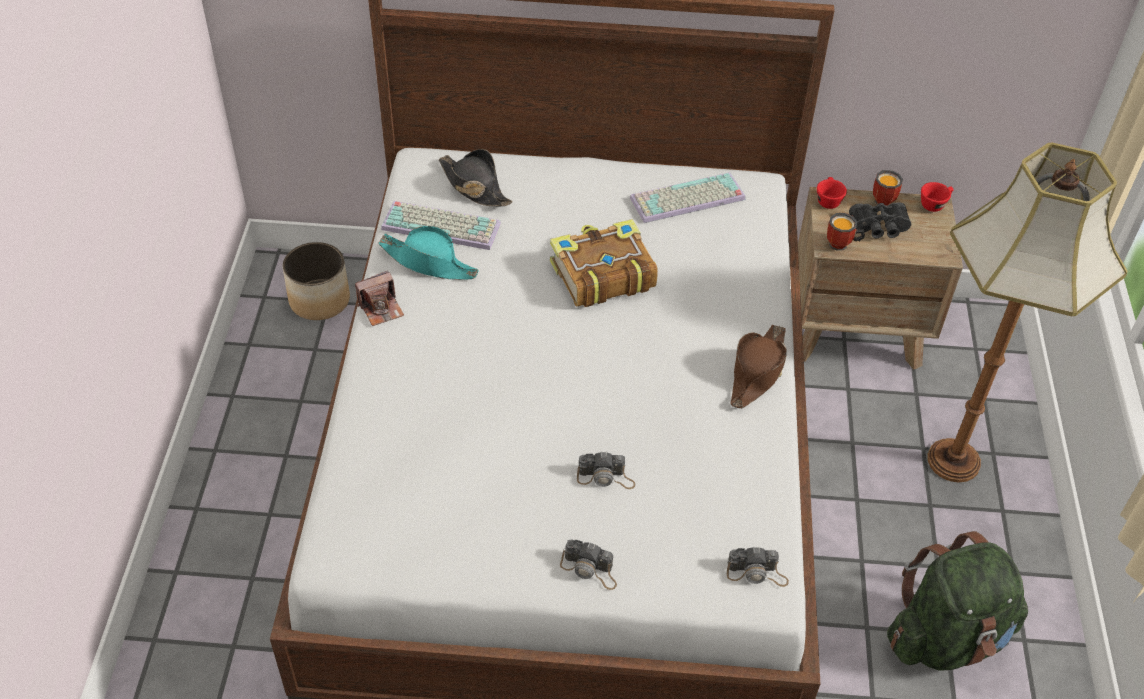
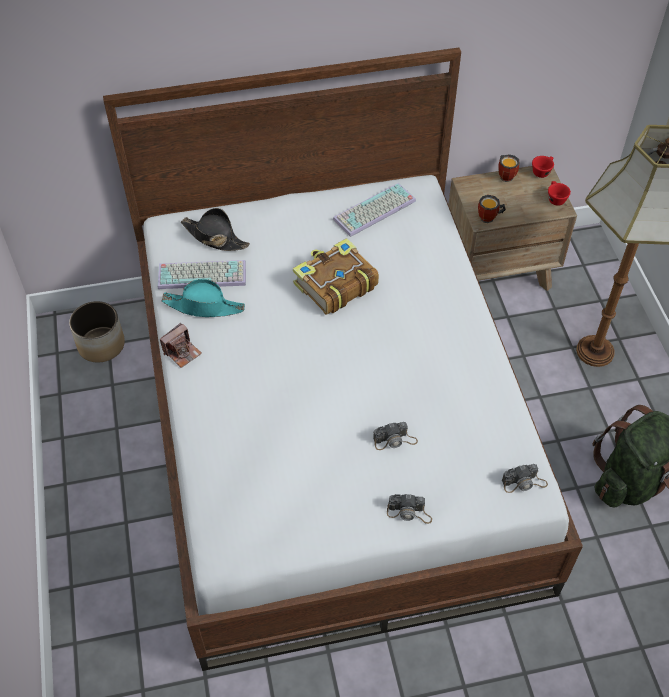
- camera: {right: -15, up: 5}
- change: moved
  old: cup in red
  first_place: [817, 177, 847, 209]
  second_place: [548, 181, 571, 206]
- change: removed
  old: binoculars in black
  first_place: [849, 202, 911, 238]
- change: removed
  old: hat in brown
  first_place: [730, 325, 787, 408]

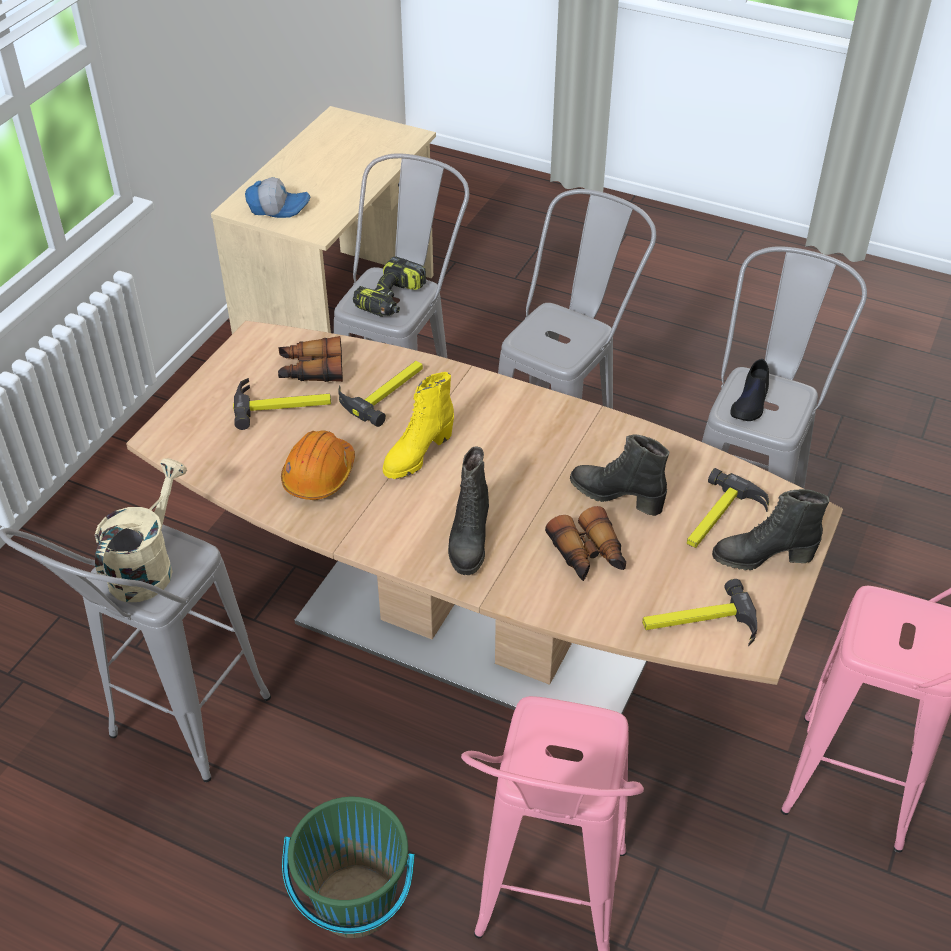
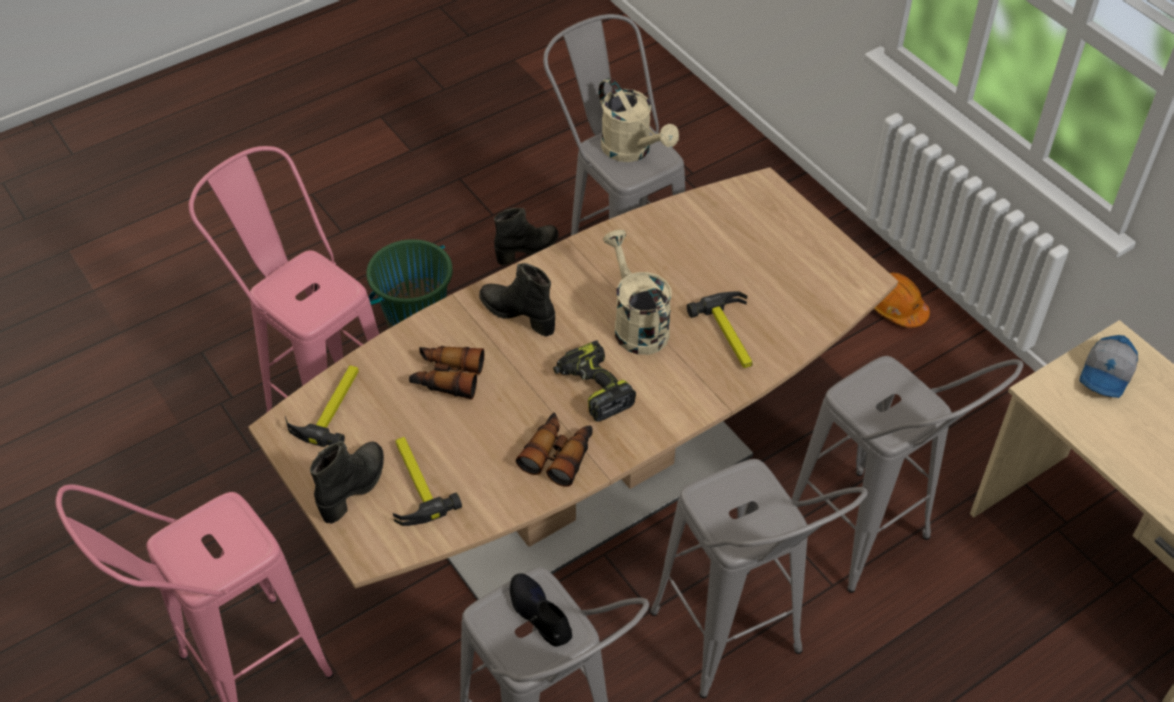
- camera: {right: 120, up: 5}
- change: moved
  old: power drill
  first_place: [353, 256, 426, 317]
  second_place: [553, 341, 636, 422]
- change: moved
  old: binoculars
  first_place: [278, 336, 343, 382]
  second_place: [516, 412, 593, 487]
- change: replaced
  old: boot in yellow
  new: watering can in beige
  first_place: [383, 372, 454, 479]
  second_place: [603, 229, 672, 355]
- change: removed
  old: hammer
  first_place: [233, 378, 331, 430]
- change: moved
  old: hard hat in orange
  first_place: [281, 430, 355, 500]
  second_place: [874, 273, 930, 328]
- change: moved
  old: boot in black
  first_place: [570, 434, 669, 516]
  second_place: [494, 208, 559, 265]

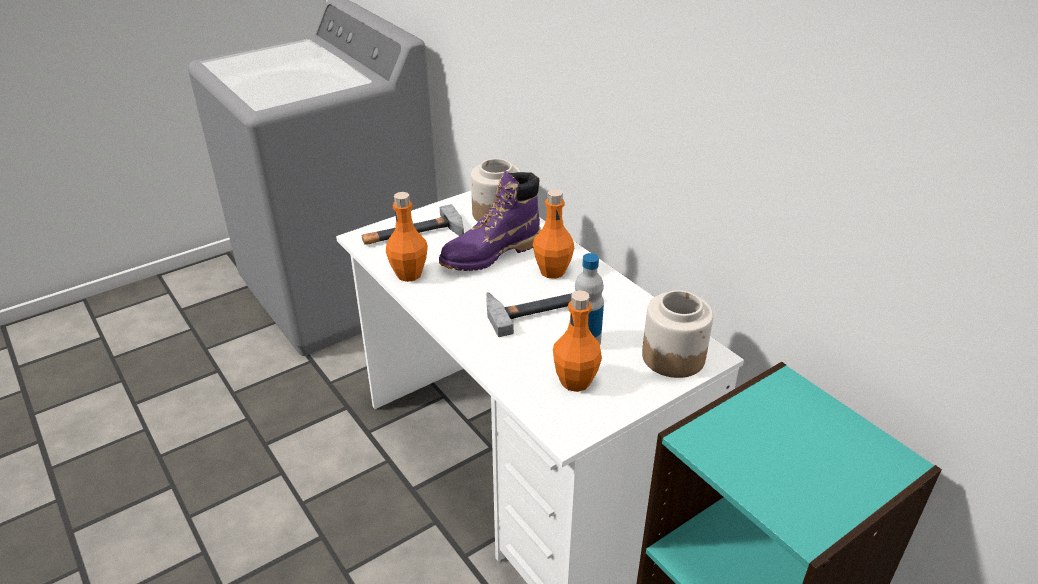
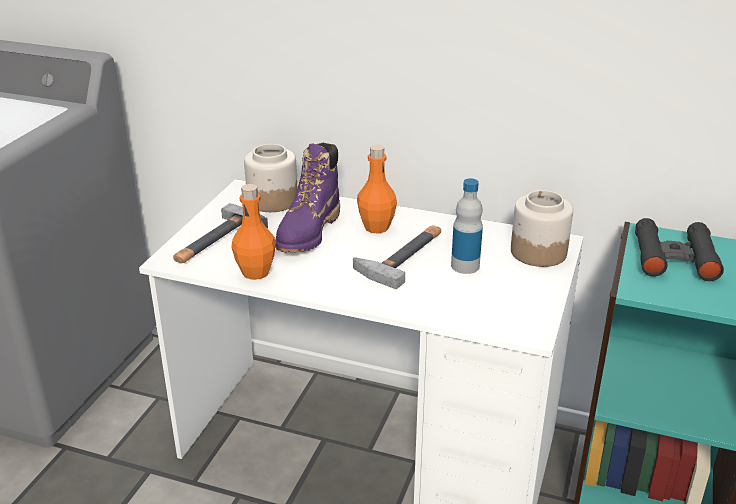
- camera: {right: -35, up: -5}
- change: removed
  old: bottle in orange
  first_place: [553, 290, 602, 392]
- change: added
  new: binoculars in black
  second_place: [635, 218, 724, 281]

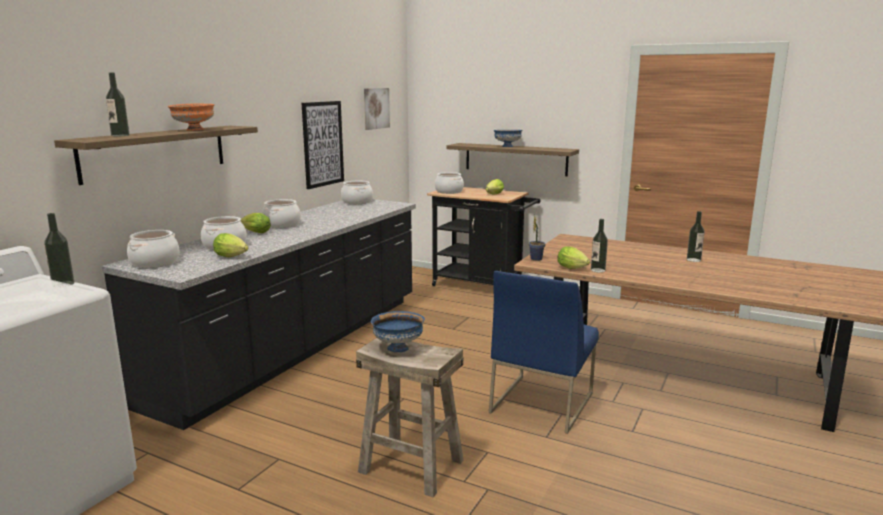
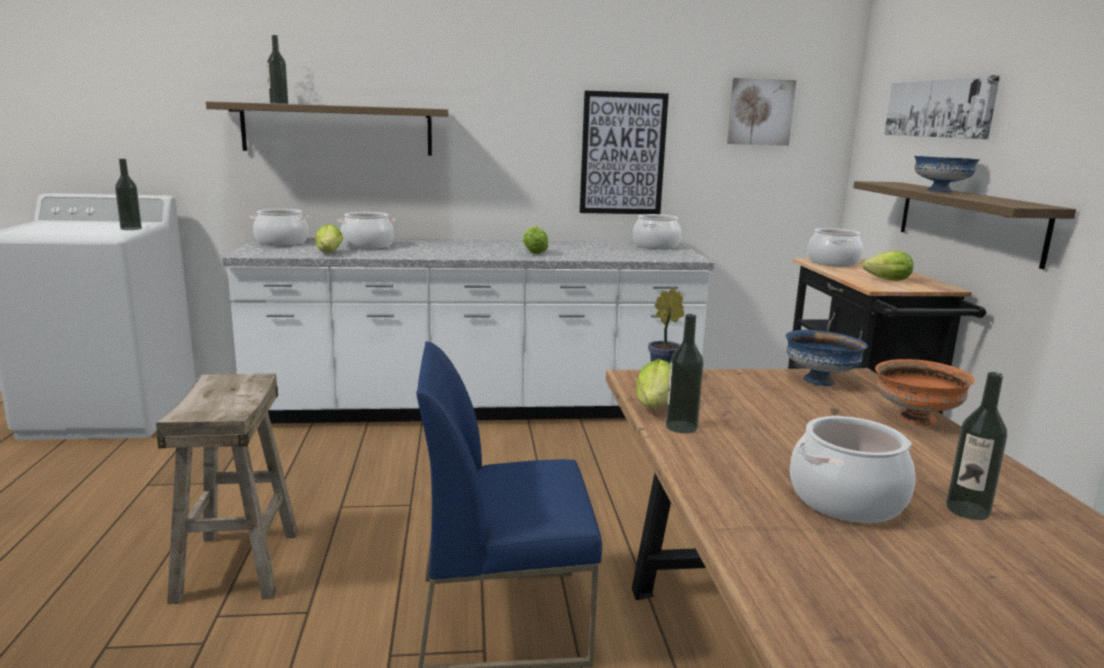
- camera: {right: 55, up: 0}
- change: moved
  old: bowl in orange
  first_place: [168, 104, 215, 131]
  second_place: [875, 359, 975, 425]
- change: recoloured
  old: counter in black
  new: counter in white
  first_place: [102, 199, 416, 430]
  second_place: [223, 237, 714, 423]
- change: moved
  old: cooking pot
  first_place: [262, 199, 301, 228]
  second_place: [790, 416, 916, 523]
- change: moved
  old: lettuce
  first_place: [241, 213, 271, 233]
  second_place: [523, 226, 549, 254]
- change: moved
  old: bowl in blue
  first_place: [371, 311, 425, 352]
  second_place: [785, 330, 868, 386]
- change: added
  new: picture
  second_place: [884, 75, 1000, 139]

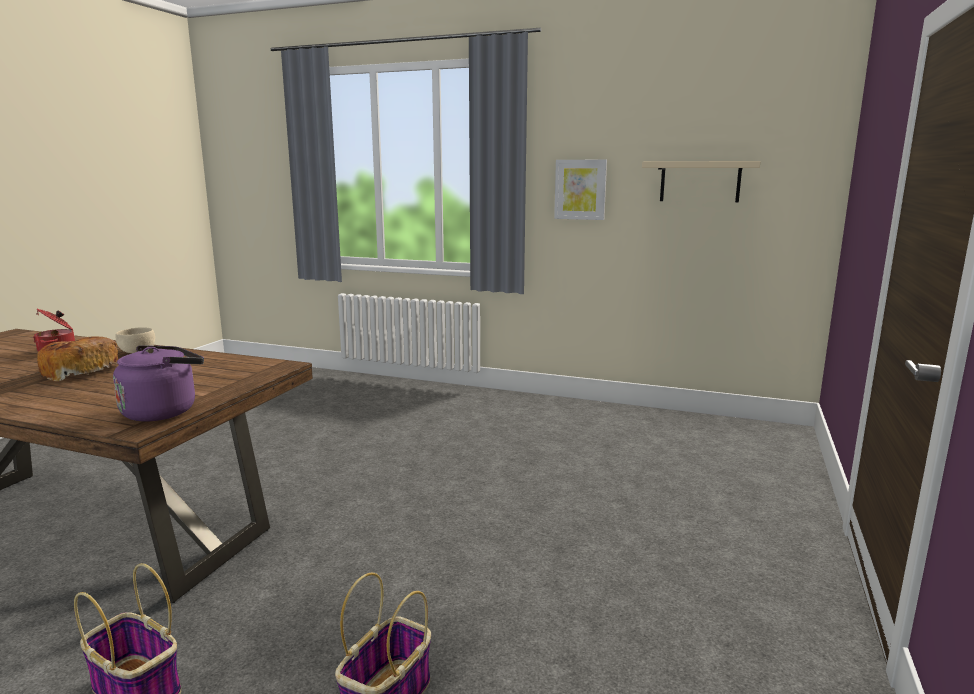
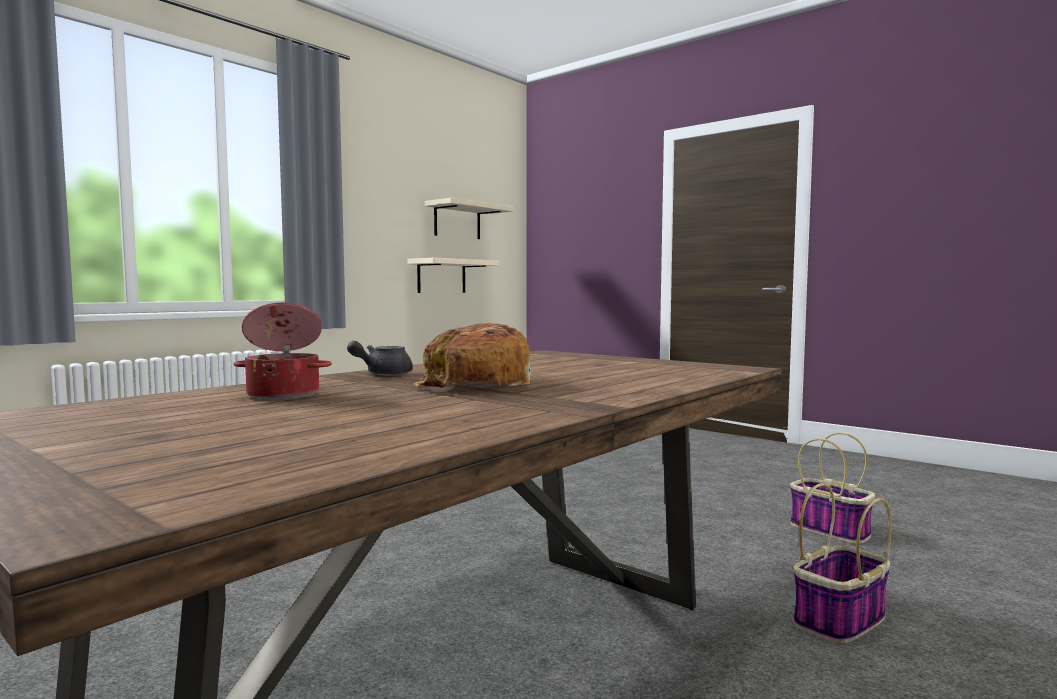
- camera: {right: -70, up: -10}
- change: removed
  old: picture
  first_place: [554, 160, 607, 220]
- change: replaced
  old: bowl in beige
  new: teapot in grey
  first_place: [116, 327, 155, 353]
  second_place: [347, 341, 413, 375]
- change: removed
  old: kettle in purple
  first_place: [113, 345, 204, 421]
- change: added
  new: shelf in beige
  second_place: [407, 258, 499, 293]

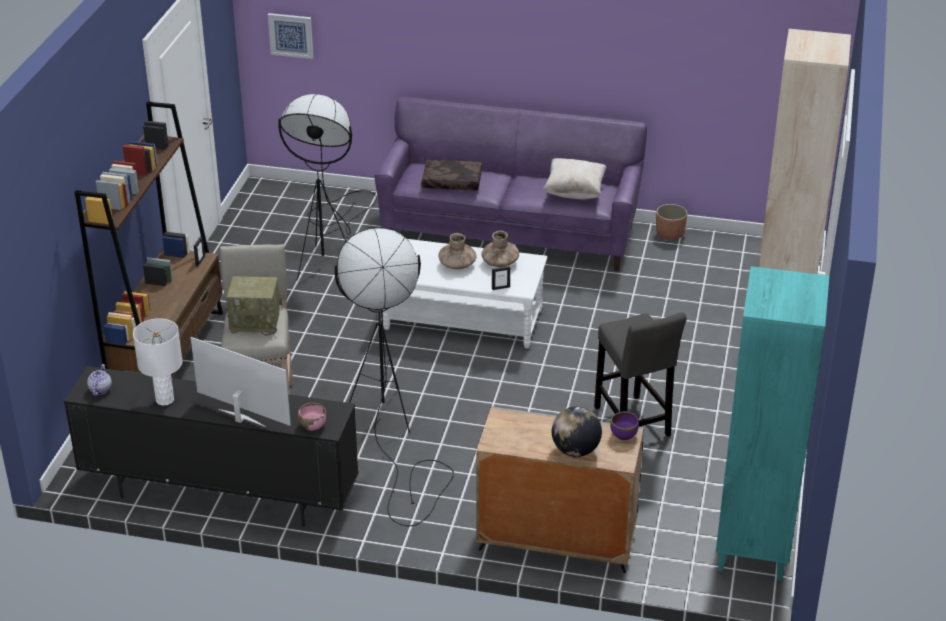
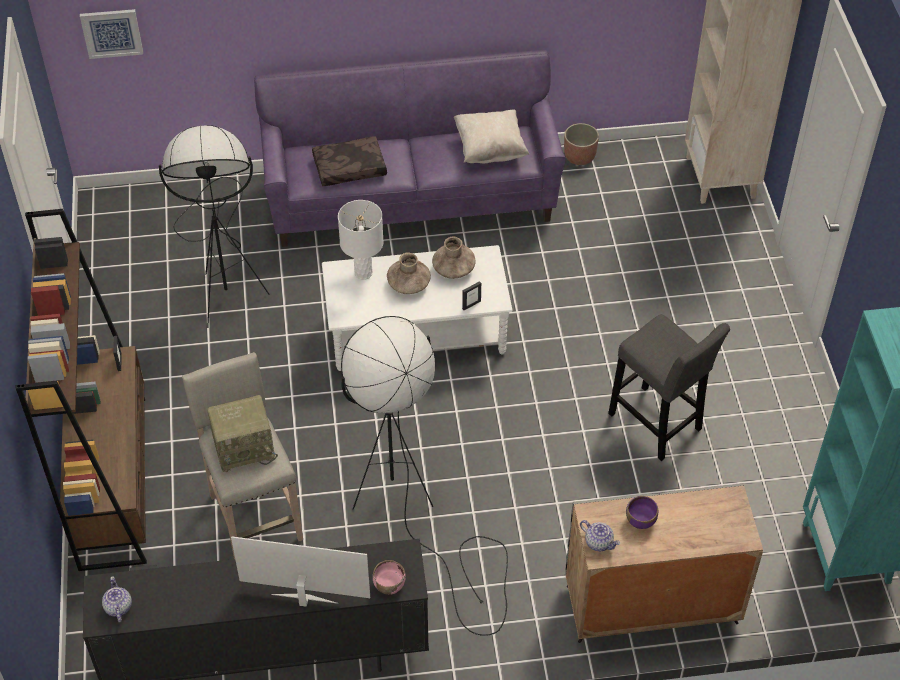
- camera: {right: -20, up: 15}
- change: moved
  old: table lamp in white
  first_place: [133, 318, 183, 406]
  second_place: [338, 200, 384, 280]
- change: removed
  old: globe
  first_place: [552, 406, 602, 457]
- change: moved
  old: bowl in purple
  first_place: [610, 412, 639, 440]
  second_place: [626, 496, 658, 529]
- change: added
  new: teapot
  second_place: [580, 520, 620, 552]

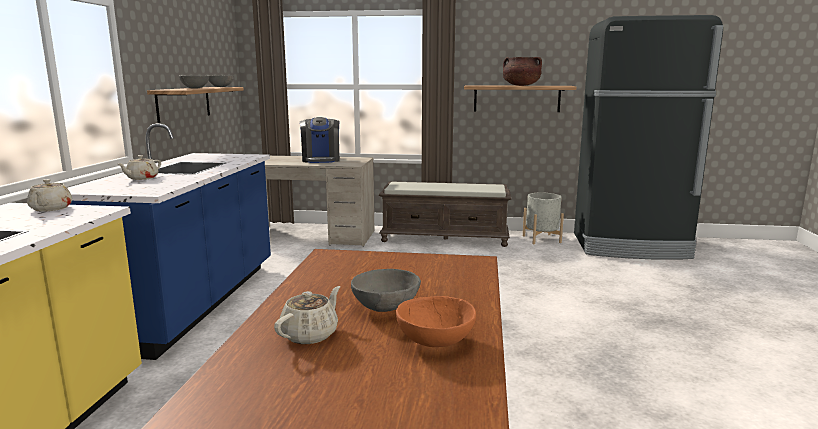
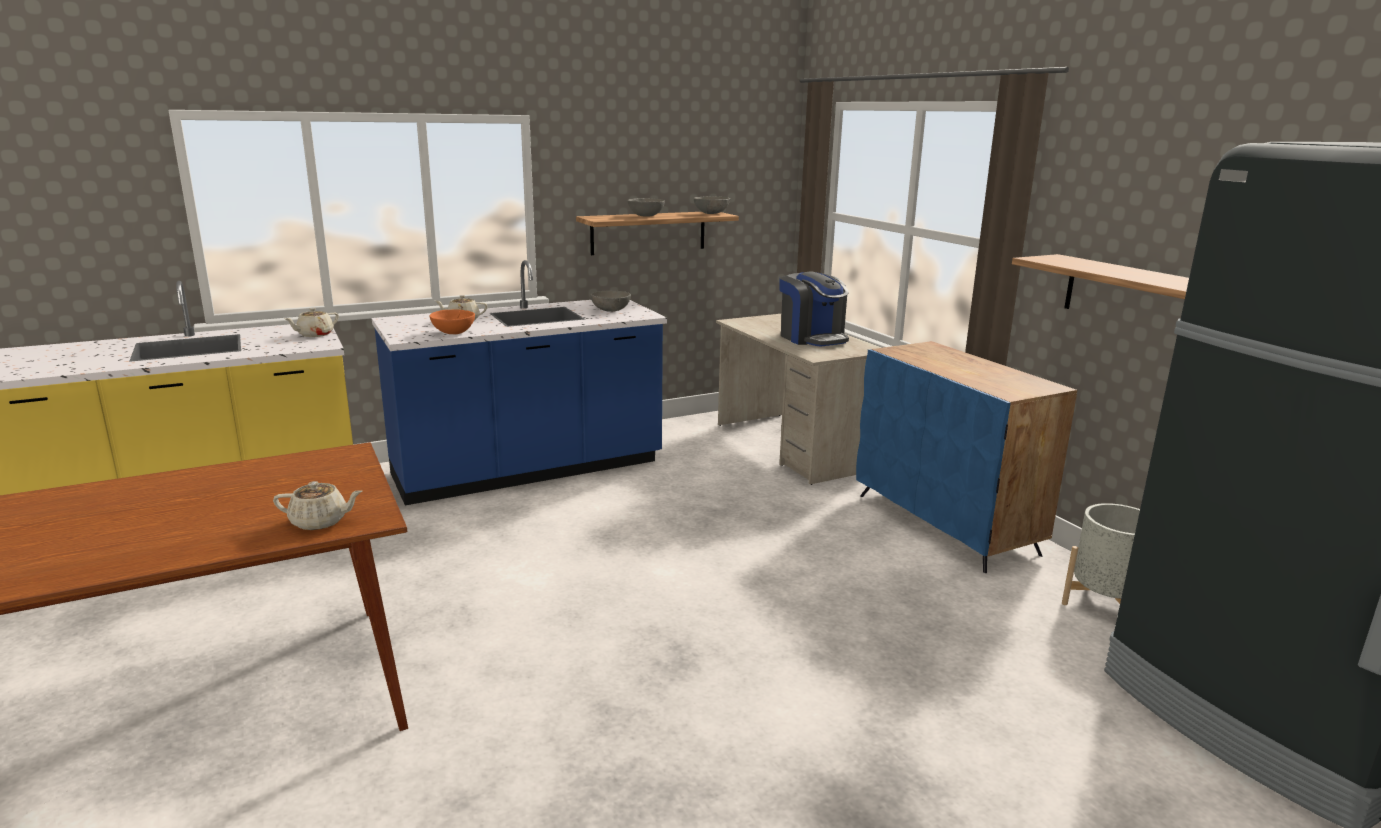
- camera: {right: 55, up: 5}
- change: removed
  old: cooking pot in brown
  first_place: [503, 57, 542, 86]
- change: turned
  old: coffee machine
  first_place: [300, 117, 340, 163]
  second_place: [779, 272, 849, 347]
  degrees: -75
- change: replaced
  old: bench in brown
  new: cabinet in blue
  first_place: [379, 181, 511, 247]
  second_place: [856, 341, 1077, 573]
- change: moved
  old: bowl in grey
  first_place: [351, 269, 421, 312]
  second_place: [590, 290, 631, 312]
- change: moved
  old: teapot in beige
  first_place: [274, 286, 340, 344]
  second_place: [273, 481, 363, 530]
- change: moved
  old: bowl in orange
  first_place: [396, 296, 476, 347]
  second_place: [430, 309, 475, 334]

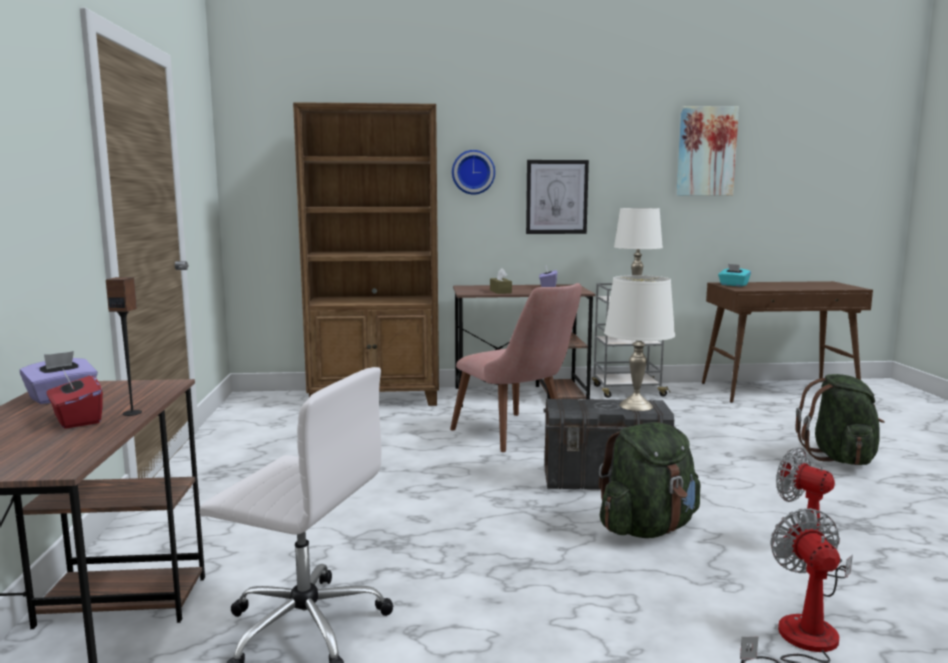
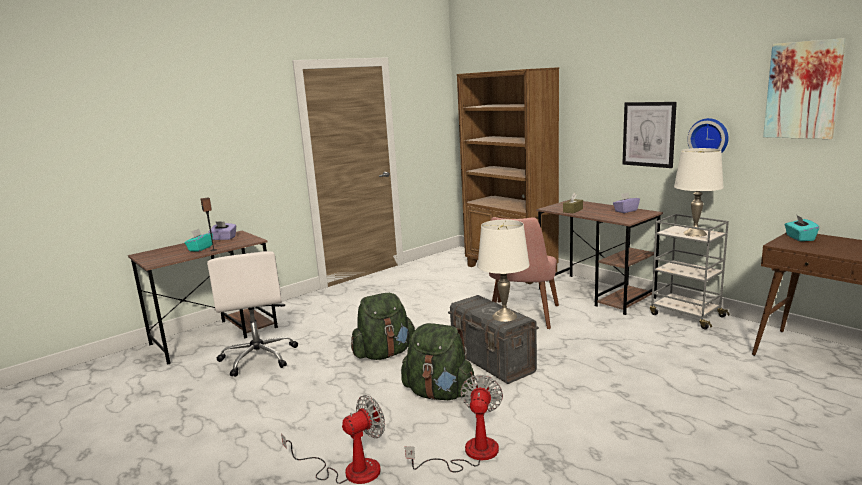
- camera: {right: 55, up: 5}
- change: moved
  old: wall clock
  first_place: [452, 150, 495, 195]
  second_place: [687, 118, 728, 153]
- change: recoloured
  old: tissue box in red
  new: tissue box in turquoise
  first_place: [47, 369, 103, 429]
  second_place: [184, 229, 213, 252]
- change: moved
  old: backpack in green
  first_place: [796, 374, 885, 465]
  second_place: [351, 293, 416, 360]

